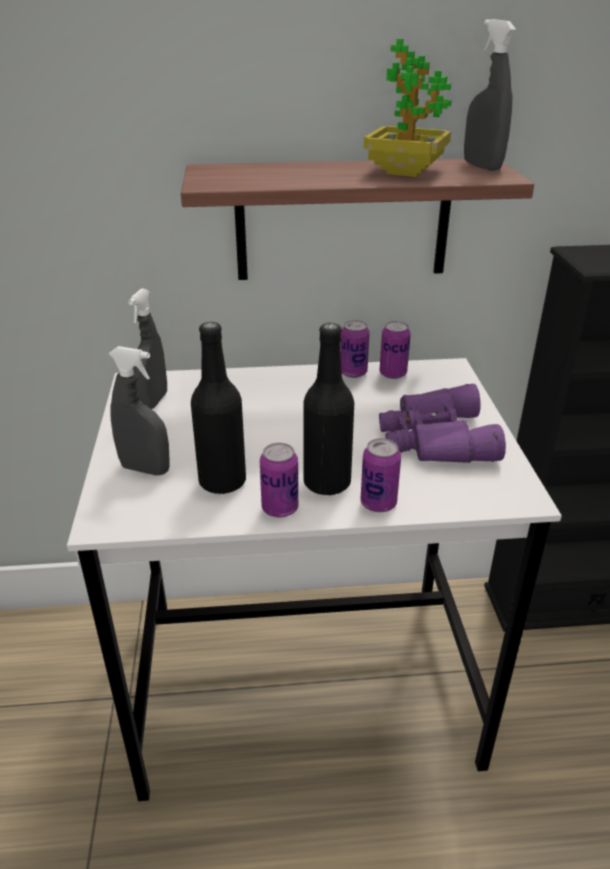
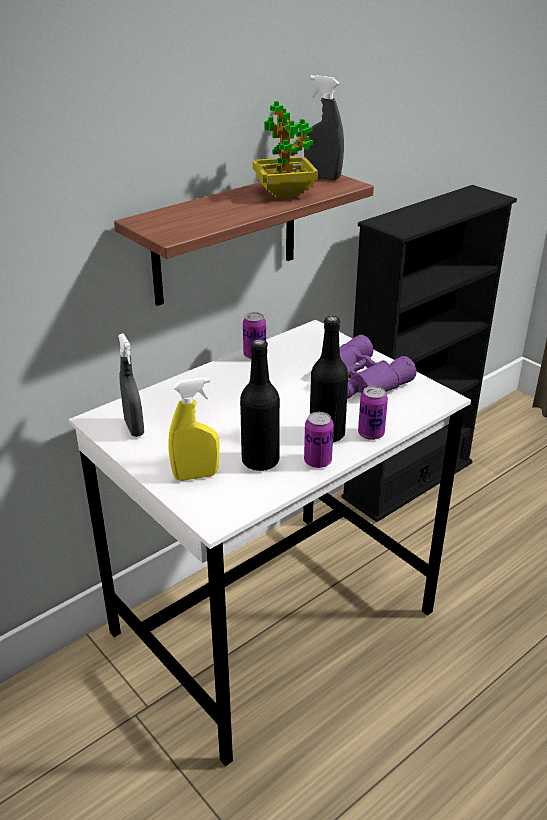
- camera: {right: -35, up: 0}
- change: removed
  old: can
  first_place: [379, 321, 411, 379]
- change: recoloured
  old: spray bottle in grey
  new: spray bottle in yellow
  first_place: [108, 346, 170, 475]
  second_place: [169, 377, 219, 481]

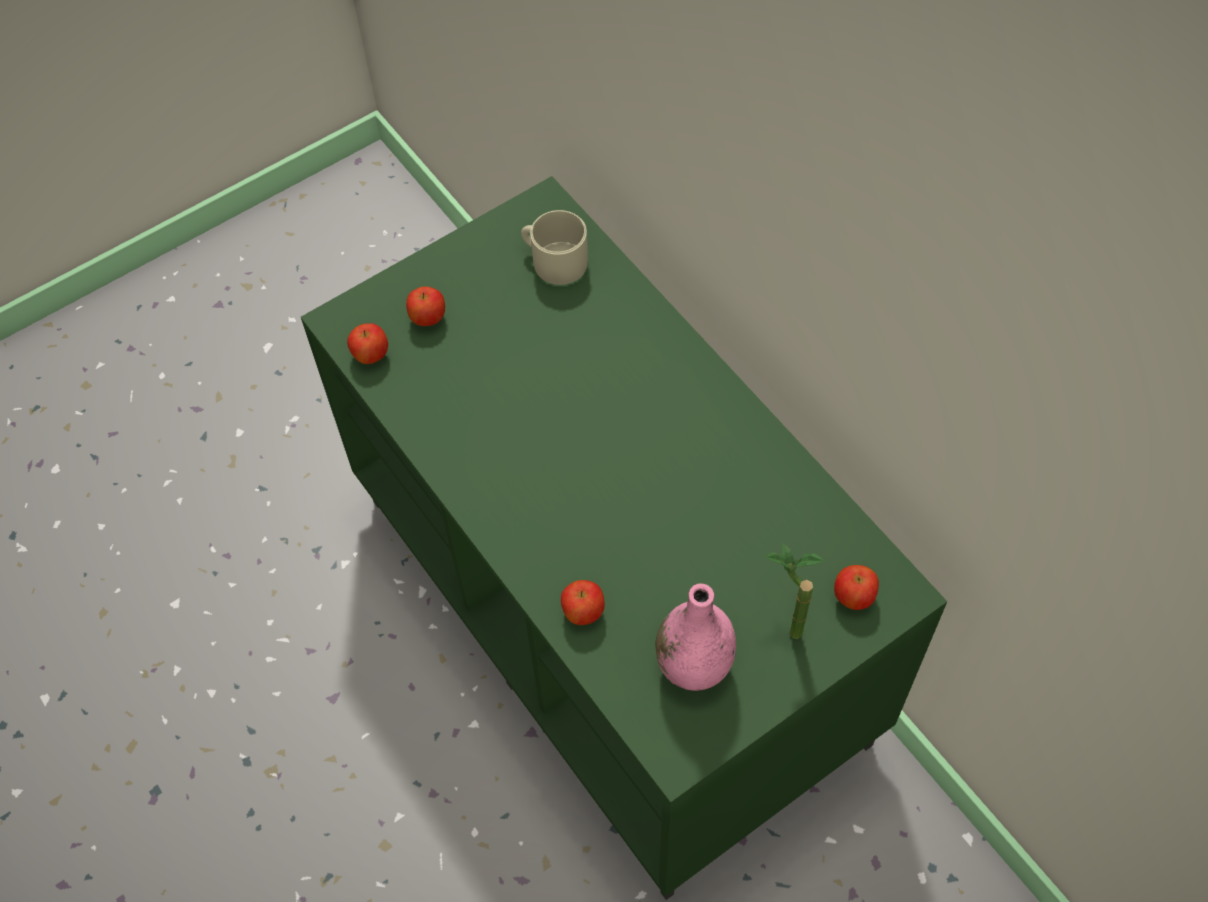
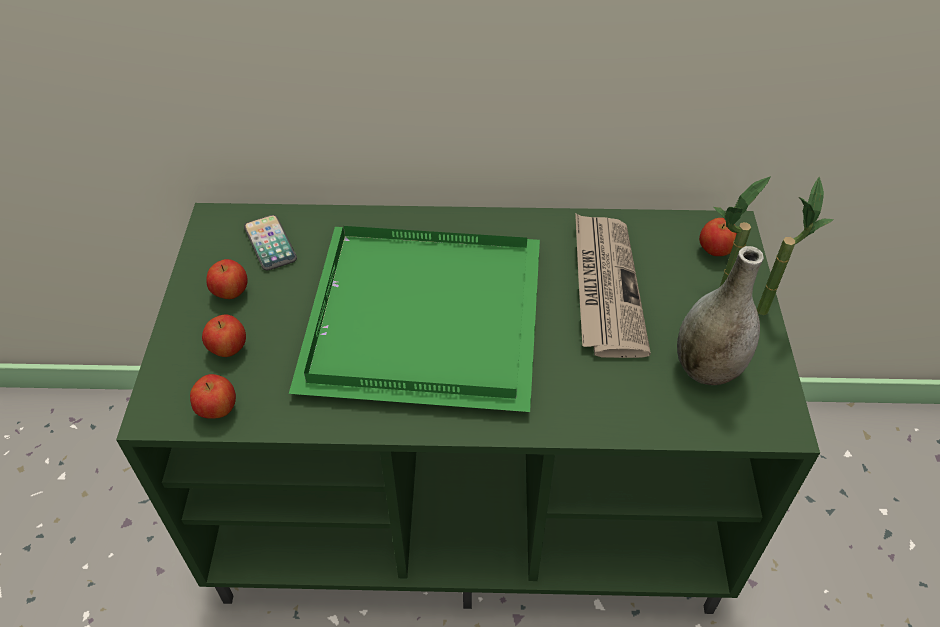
- camera: {right: -55, up: -10}
- change: replaced
  old: mug in beige
  new: phone
  first_place: [521, 210, 588, 285]
  second_place: [244, 215, 297, 270]
- change: moved
  old: apple
  first_place: [561, 580, 605, 625]
  second_place: [206, 259, 248, 299]
- change: recoloured
  old: vase in pink
  new: vase in grey
  first_place: [655, 583, 736, 691]
  second_place: [677, 246, 764, 385]
- change: added
  new: potted plant
  second_place: [757, 177, 834, 315]
- change: added
  new: newspaper
  second_place: [575, 213, 651, 358]
- change: added
  new: tray in green
  second_place: [289, 226, 540, 412]

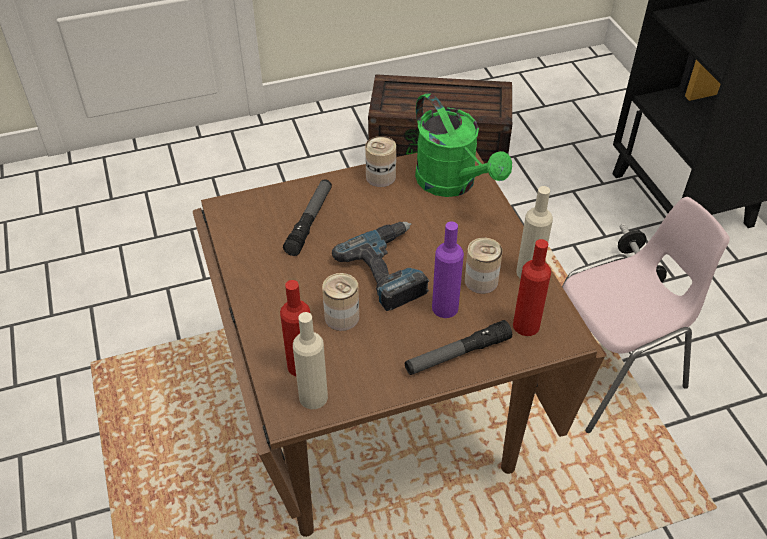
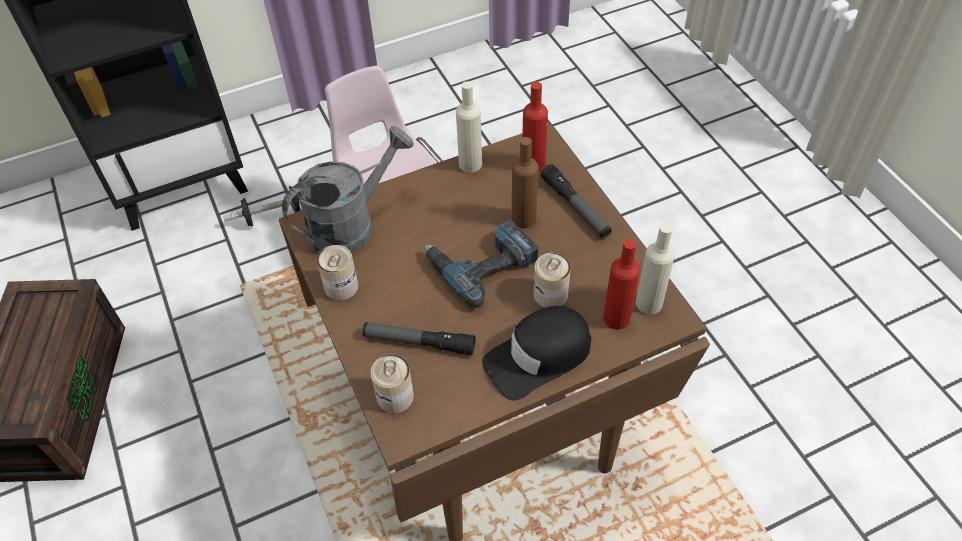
- camera: {right: -95, up: 5}
- change: recoloured
  old: watering can in green
  new: watering can in grey
  first_place: [415, 93, 512, 197]
  second_place: [282, 126, 414, 253]
- change: recoloured
  old: bottle in purple
  new: bottle in brown
  first_place: [432, 221, 464, 318]
  second_place: [512, 137, 539, 229]
- change: moved
  old: can
  first_place: [465, 238, 503, 294]
  second_place: [371, 354, 414, 413]
- change: added
  new: cap in black
  second_place: [482, 306, 591, 401]

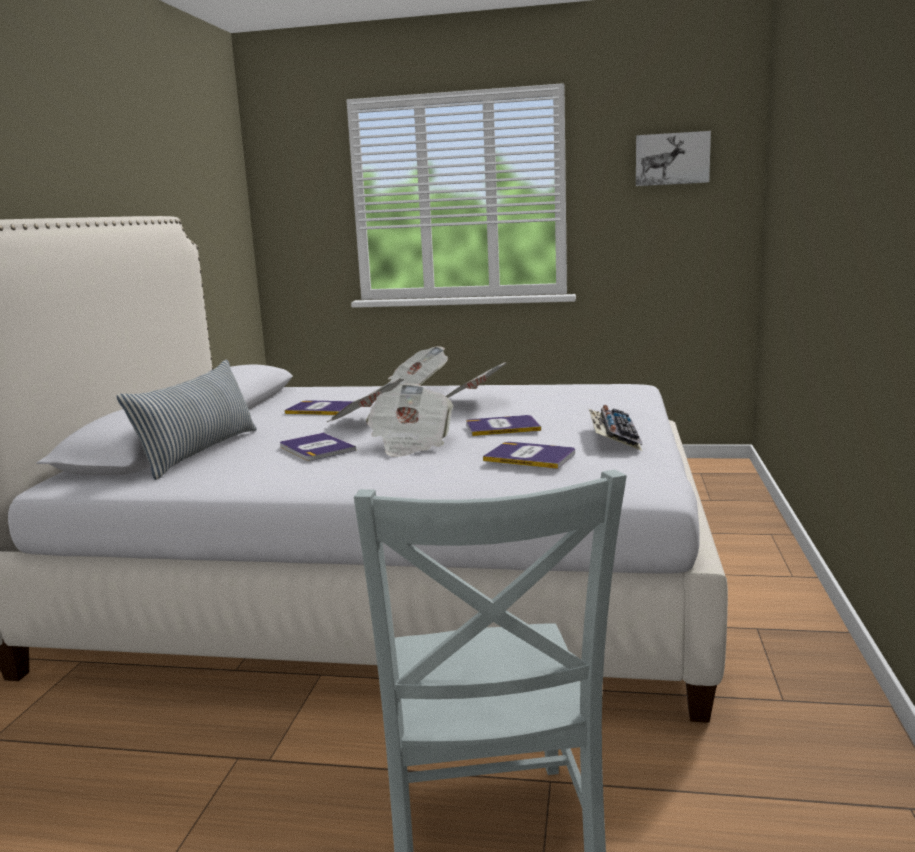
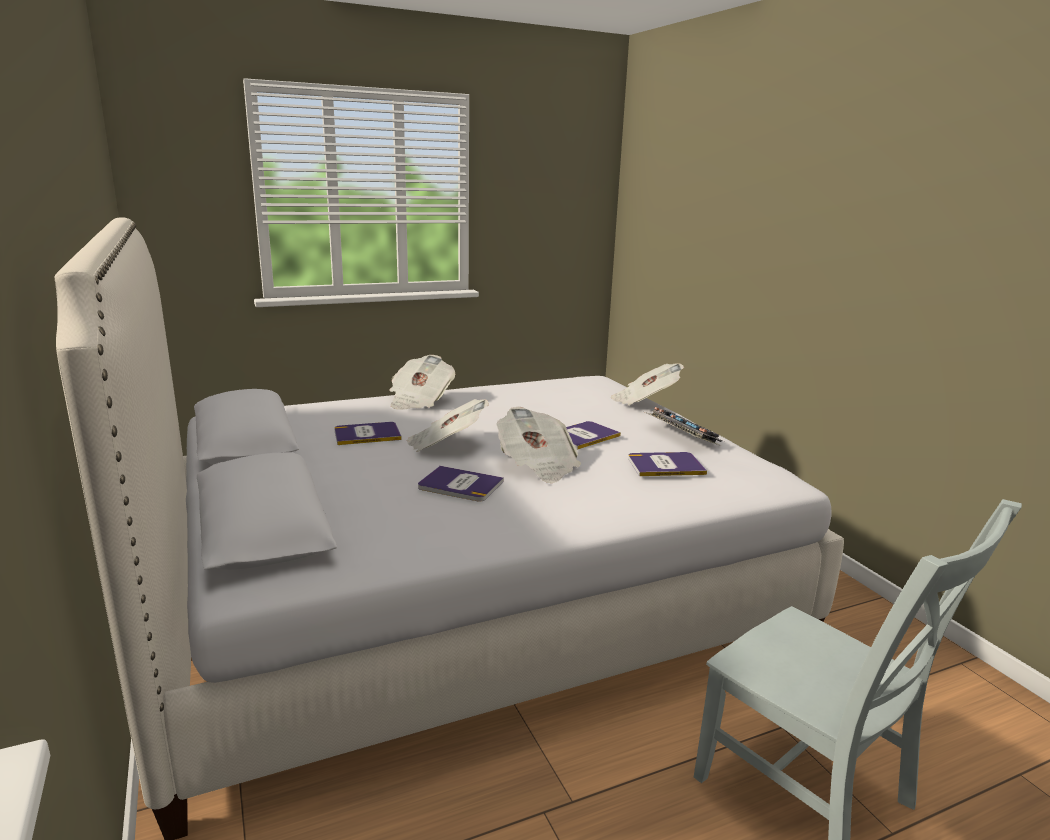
- camera: {right: -35, up: 5}
- change: removed
  old: picture
  first_place: [636, 131, 711, 186]
- change: removed
  old: pillow
  first_place: [116, 360, 257, 480]
- change: moved
  old: newspaper
  first_place: [446, 361, 507, 398]
  second_place: [611, 363, 684, 405]

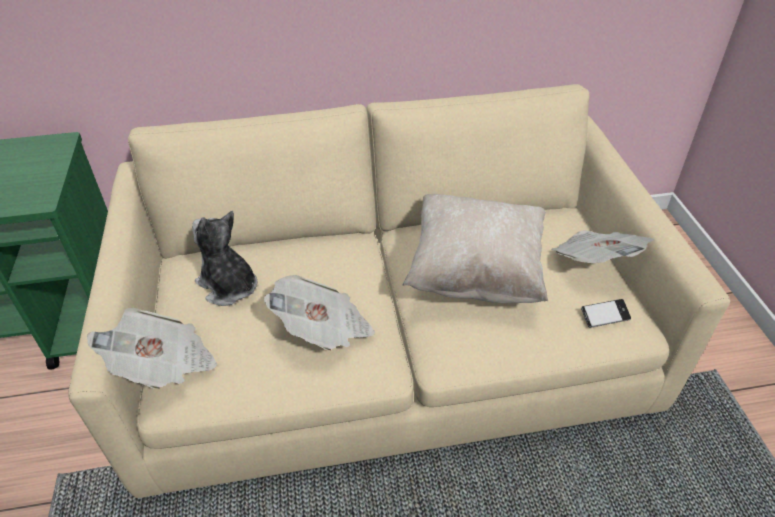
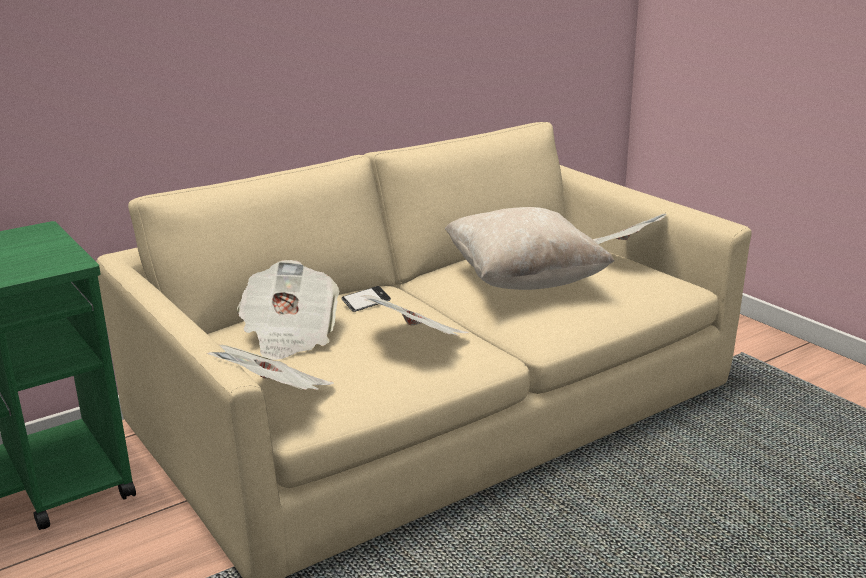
- camera: {right: -25, up: -20}
- change: replaced
  old: plush toy
  new: newspaper
  first_place: [192, 211, 257, 306]
  second_place: [237, 260, 340, 360]
- change: moved
  old: phone
  first_place: [581, 299, 631, 328]
  second_place: [341, 286, 391, 312]

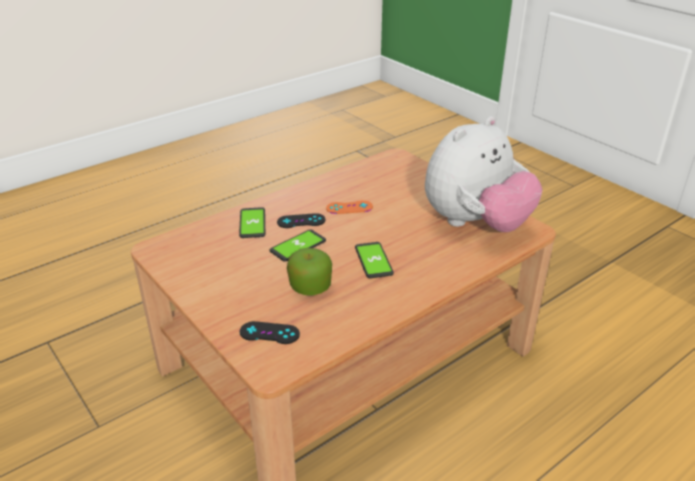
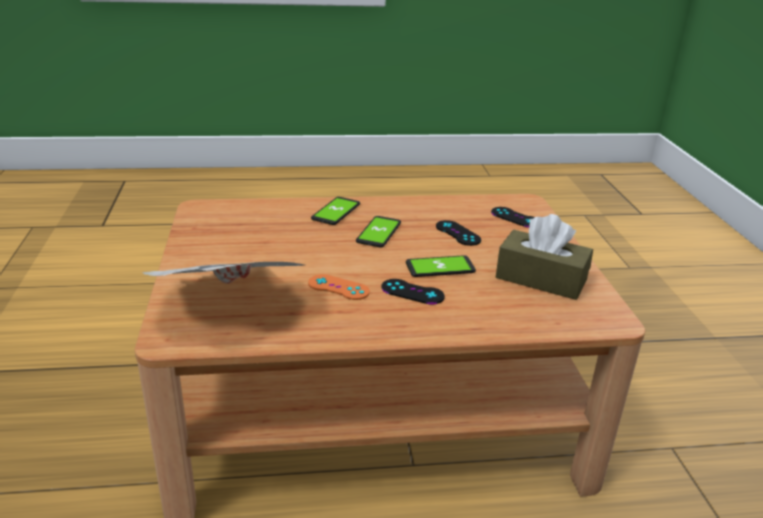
- camera: {right: -150, up: -5}
- change: removed
  old: plush toy
  first_place: [425, 116, 542, 232]
- change: moved
  old: phone
  first_place: [239, 207, 265, 238]
  second_place: [311, 197, 360, 225]
- change: replaced
  old: apple
  new: game controller in black
  first_place: [287, 248, 332, 296]
  second_place: [436, 220, 481, 246]
- change: added
  new: tissue box in brown
  second_place: [496, 214, 593, 300]
- change: added
  new: newspaper
  second_place: [142, 262, 304, 284]

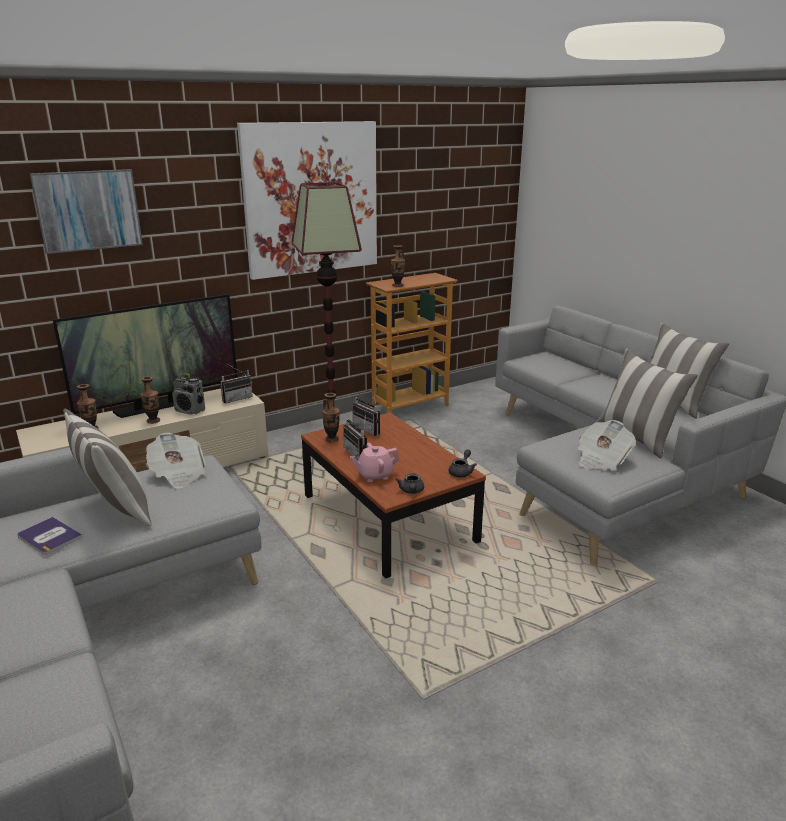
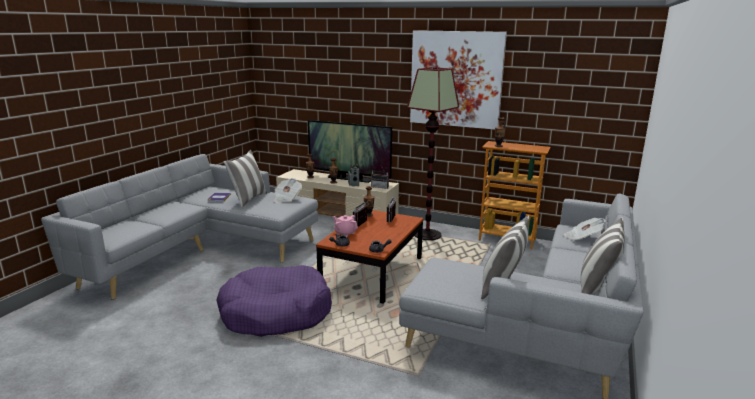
- camera: {right: 55, up: -5}
- change: removed
  old: picture
  first_place: [29, 169, 143, 254]
- change: moved
  old: newspaper
  first_place: [577, 420, 636, 470]
  second_place: [564, 218, 606, 241]
- change: added
  new: dog bed in purple
  second_place: [217, 265, 332, 337]

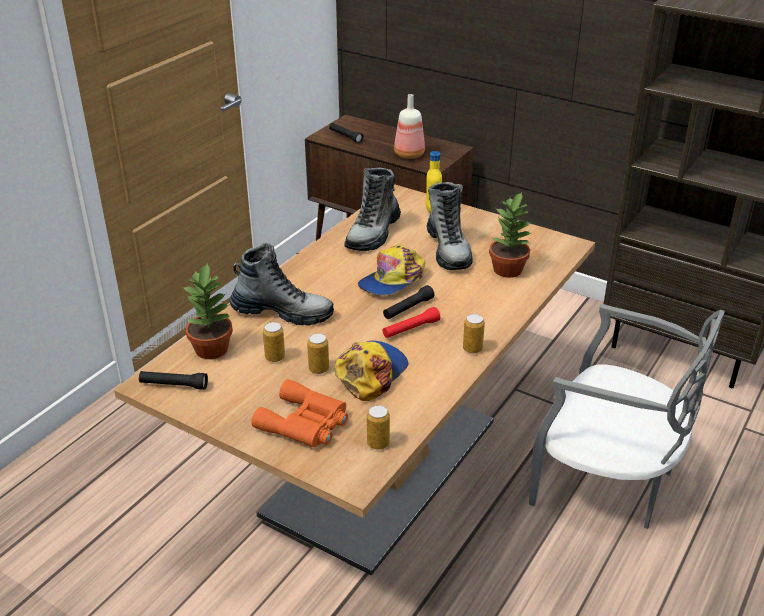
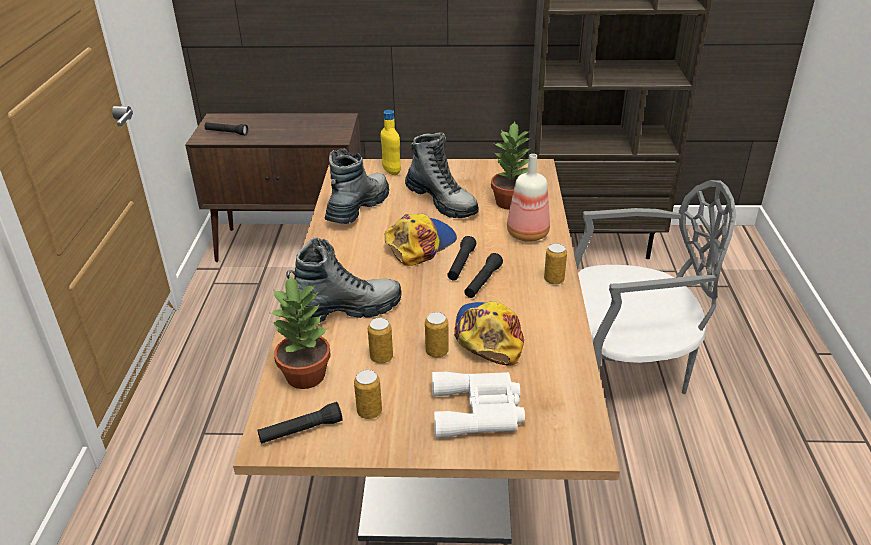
- camera: {right: -30, up: 0}
- change: moved
  old: bottle
  first_place: [394, 94, 425, 159]
  second_place: [507, 154, 550, 242]
- change: turned
  old: boot
  first_place: [344, 167, 401, 251]
  second_place: [325, 149, 389, 224]
  degrees: -150
- change: turned
  old: cap
  first_place: [358, 244, 425, 295]
  second_place: [385, 214, 457, 266]
  degrees: -150
- change: recoloured
  old: flashlight in red
  new: flashlight in black
  first_place: [383, 307, 440, 338]
  second_place: [464, 253, 503, 298]
- change: recoloured
  old: binoculars in orange
  new: binoculars in white
  first_place: [252, 379, 348, 448]
  second_place: [432, 372, 525, 438]
- change: moved
  old: can
  first_place: [367, 405, 390, 449]
  second_place: [354, 370, 382, 419]

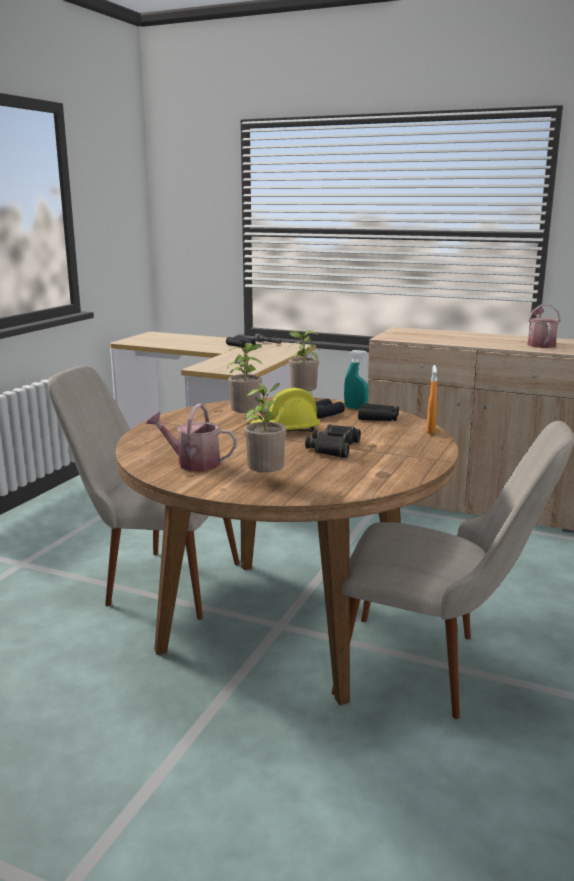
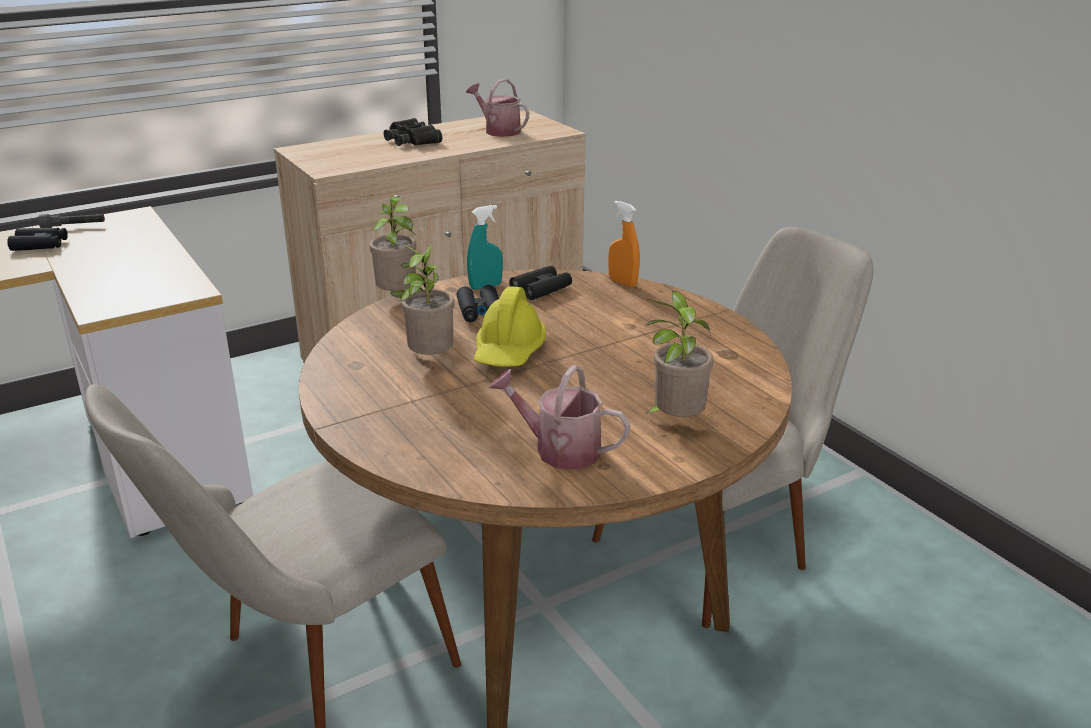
- camera: {right: -55, up: 10}
- change: turned
  old: watering can
  first_place: [146, 403, 237, 471]
  second_place: [489, 365, 630, 469]
  degrees: 60
- change: moved
  old: binoculars in black
  first_place: [305, 424, 361, 458]
  second_place: [384, 118, 442, 146]

